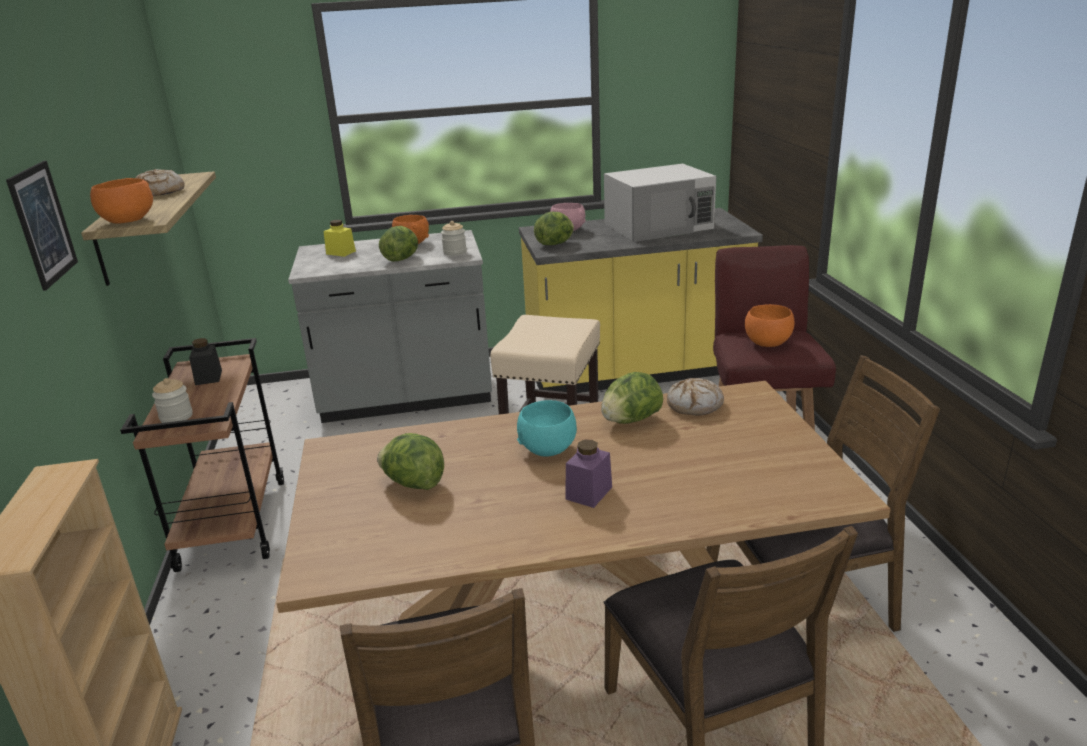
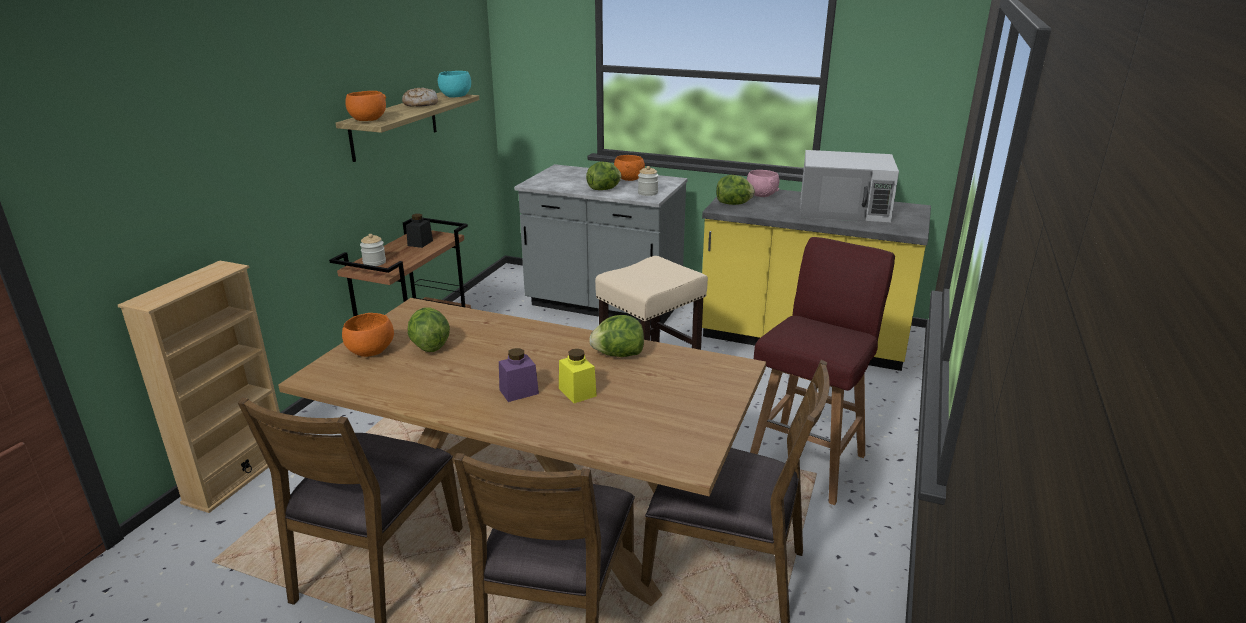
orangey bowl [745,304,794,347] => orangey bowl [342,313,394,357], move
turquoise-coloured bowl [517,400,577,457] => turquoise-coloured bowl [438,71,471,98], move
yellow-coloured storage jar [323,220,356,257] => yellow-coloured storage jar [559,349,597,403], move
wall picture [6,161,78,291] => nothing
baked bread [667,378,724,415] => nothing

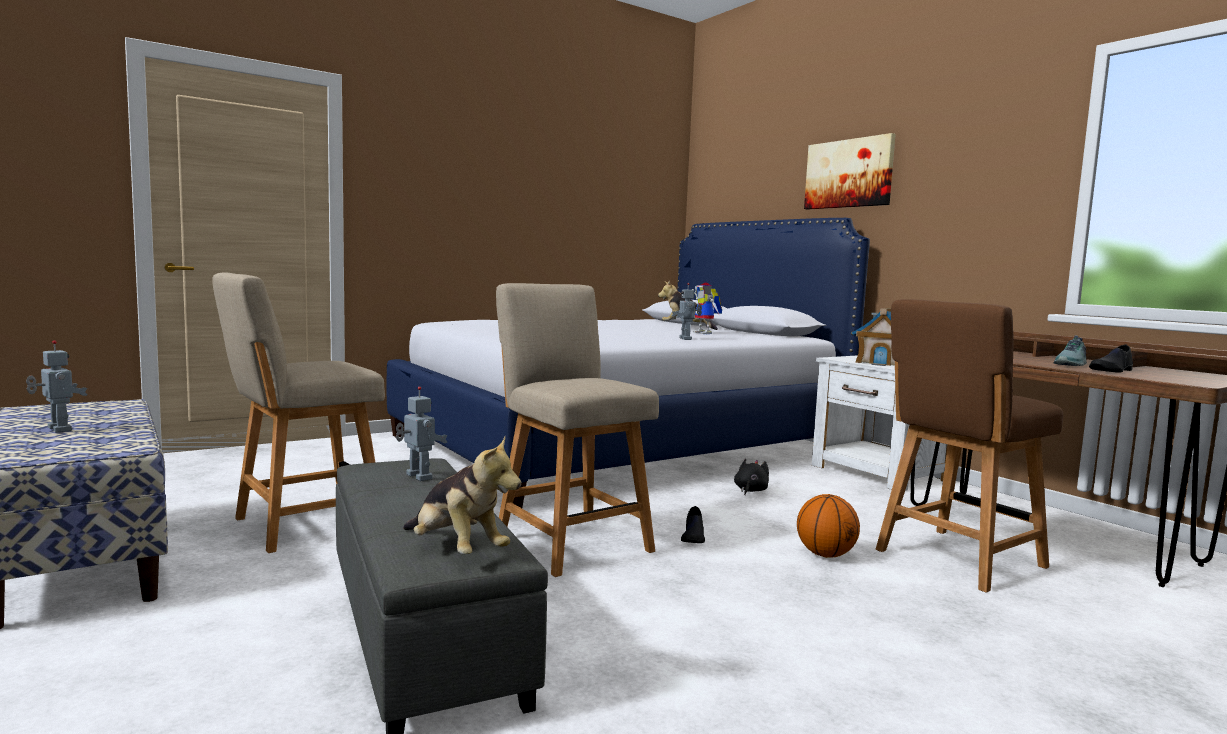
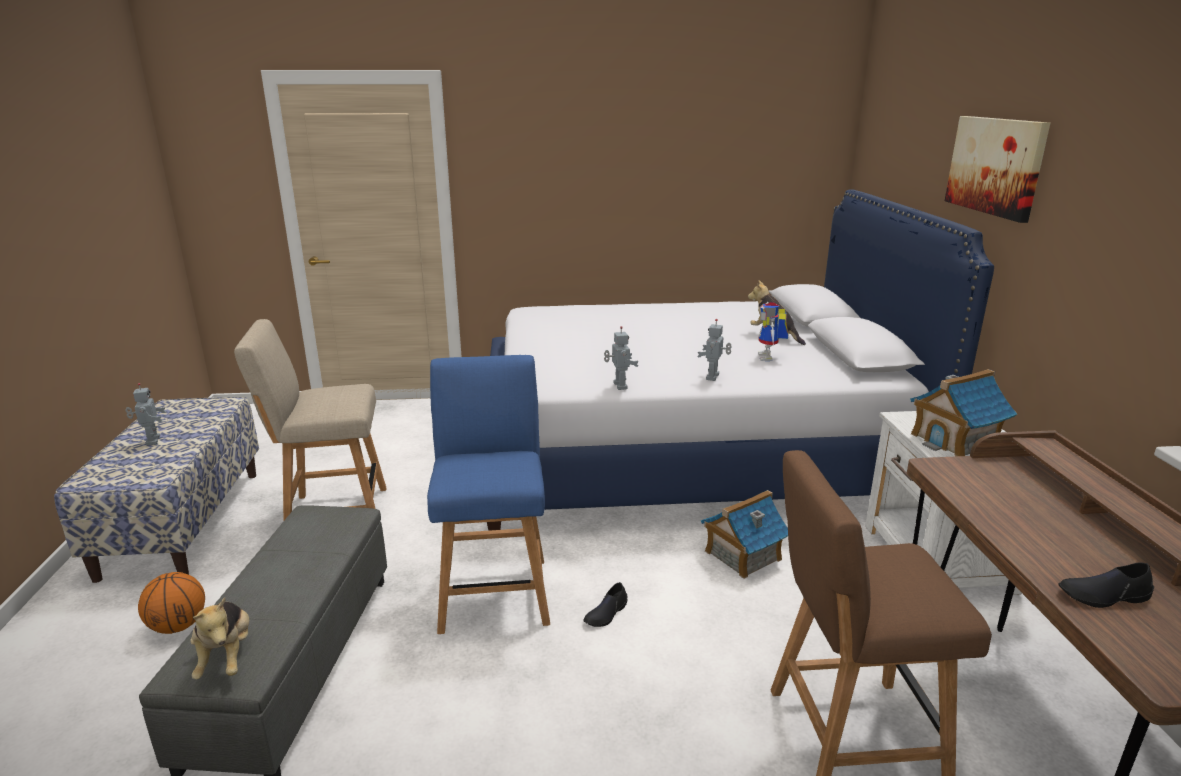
ball for basketball [797,494,860,558] => ball for basketball [138,572,205,634], move
beige-coloured chair [496,283,659,577] => bluish chair [427,355,550,634]
toy robot [396,387,447,481] => toy robot [604,326,638,390], move
blackish cuddly toy [734,459,769,495] => model house [701,490,788,579]
item of footwear [1054,336,1087,366] => nothing

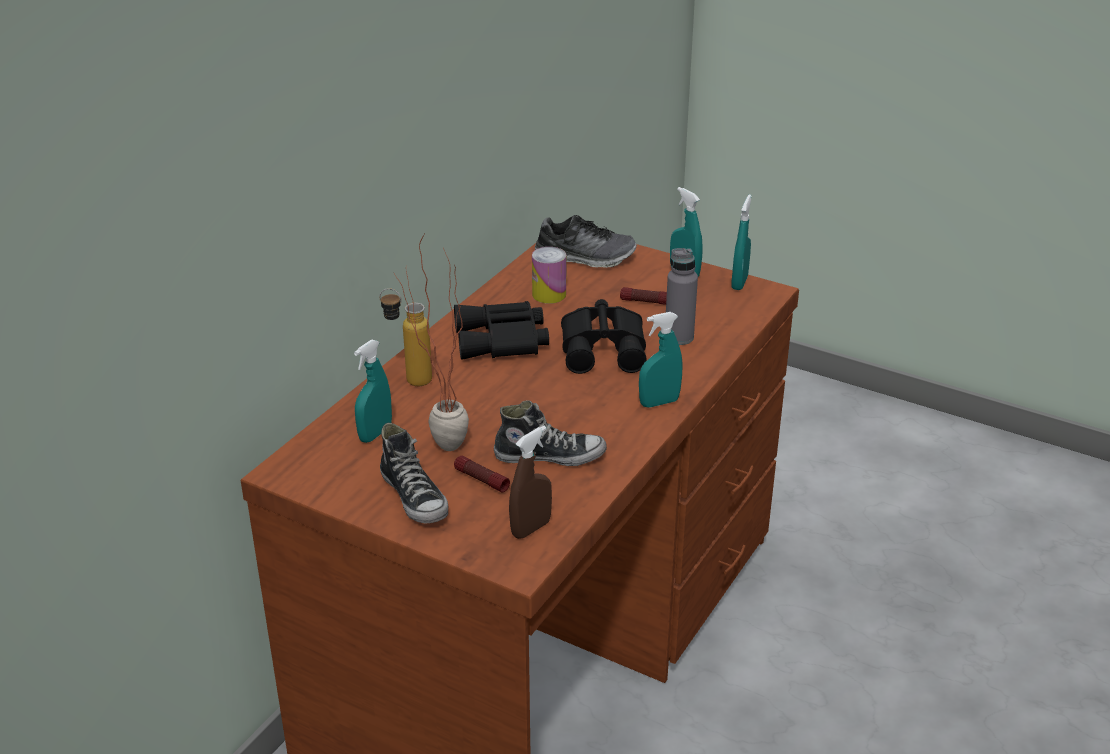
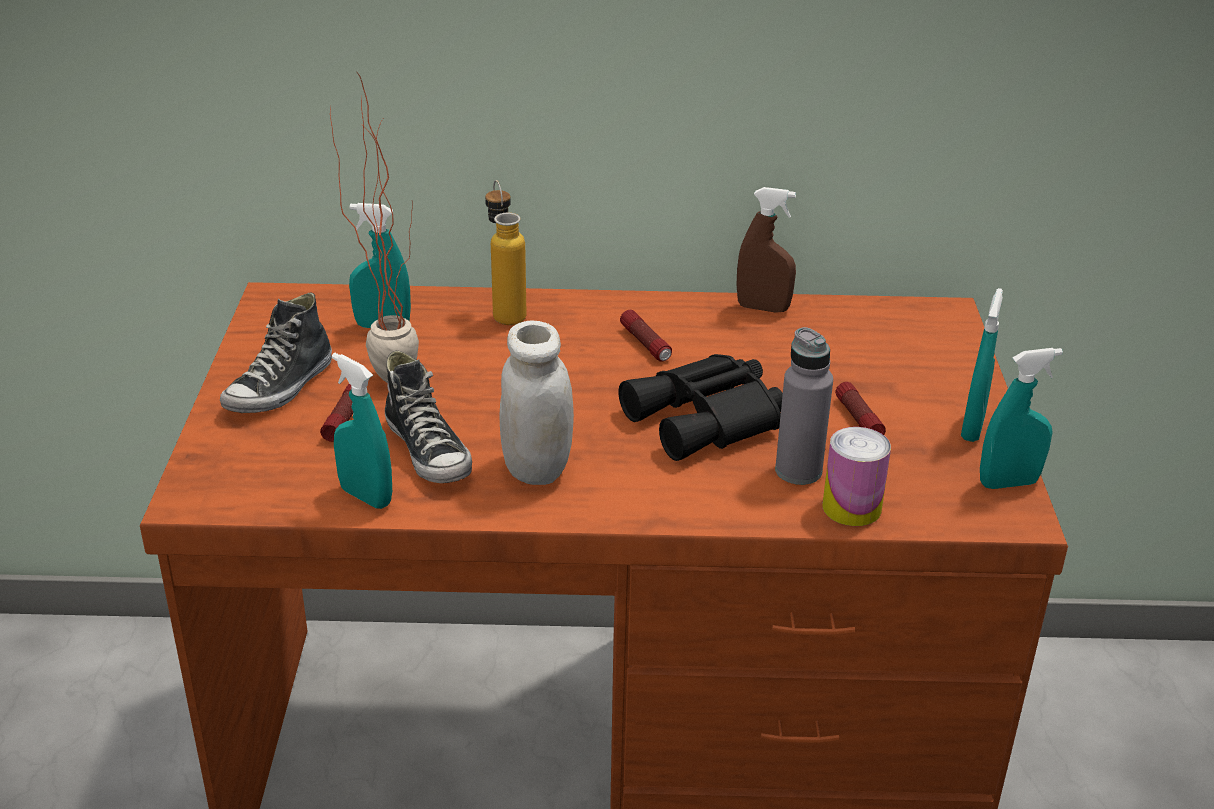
turquoise-coloured hand sprayer [639,312,682,407] => turquoise-coloured hand sprayer [332,353,392,509], move
nothing => white storage jar [499,321,574,485]
blackish binoculars [454,301,549,360] => hand torch [620,310,672,361]
brownish hand sprayer [509,426,552,539] => brownish hand sprayer [737,187,796,313], move
can [532,247,566,304] => can [822,427,891,526], move
item of footwear [535,215,637,268] => nothing

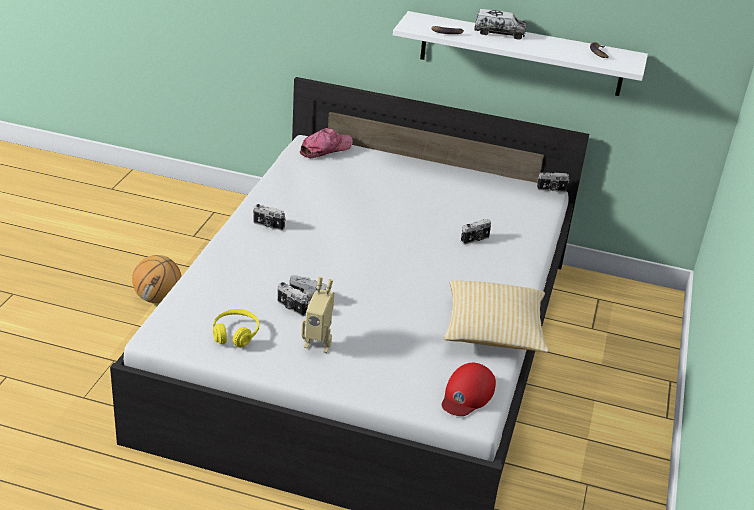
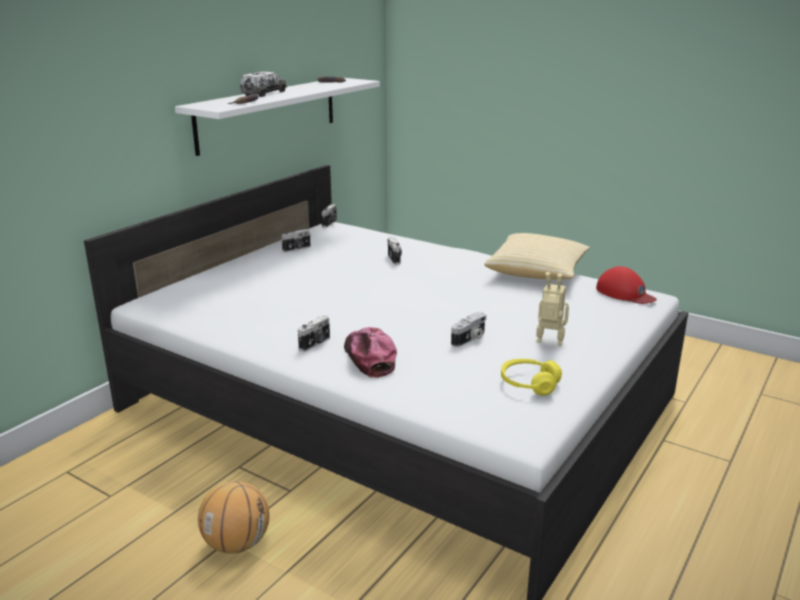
photo camera [278,282,308,316] => photo camera [281,229,311,252], move
cap [300,128,353,158] => cap [344,327,397,378], move
toy robot [301,277,334,353] => toy robot [536,272,569,346], 105 degrees counterclockwise

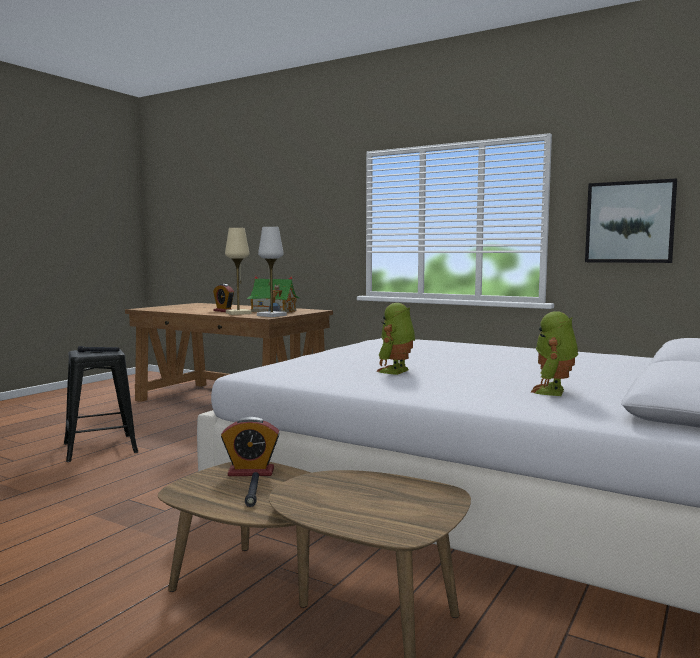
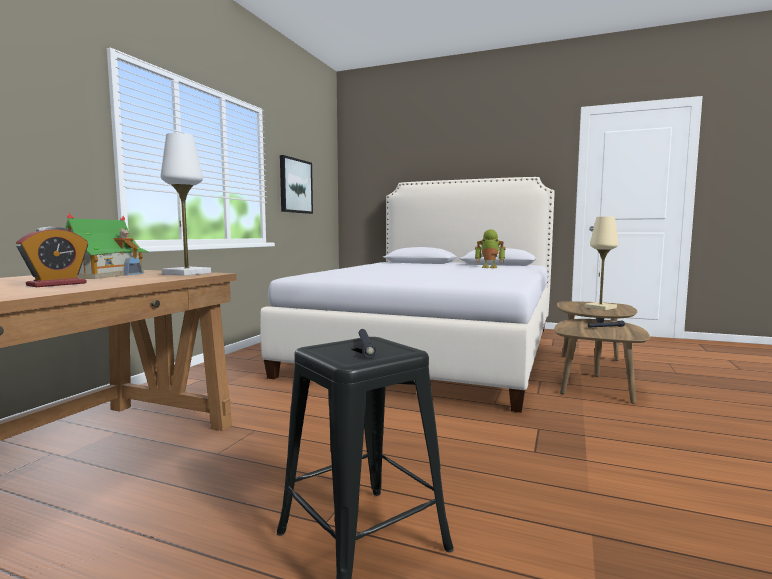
beige-coloured lamp for a table [225,228,251,315] => beige-coloured lamp for a table [584,216,618,310], move
bedside clock [221,417,280,476] => nothing
toy robot [376,303,415,375] => nothing

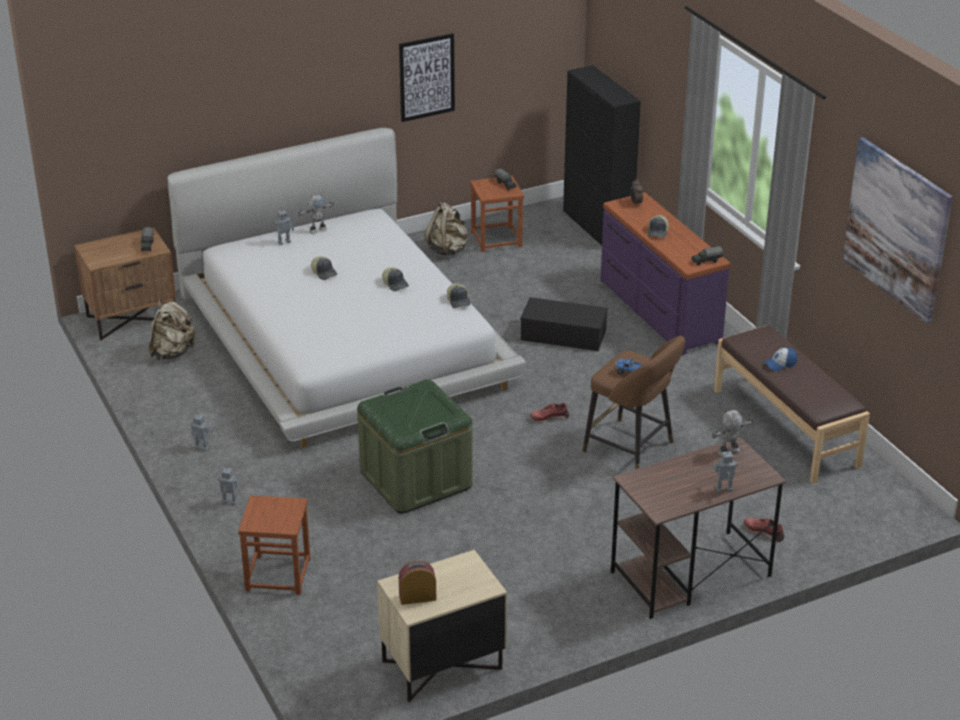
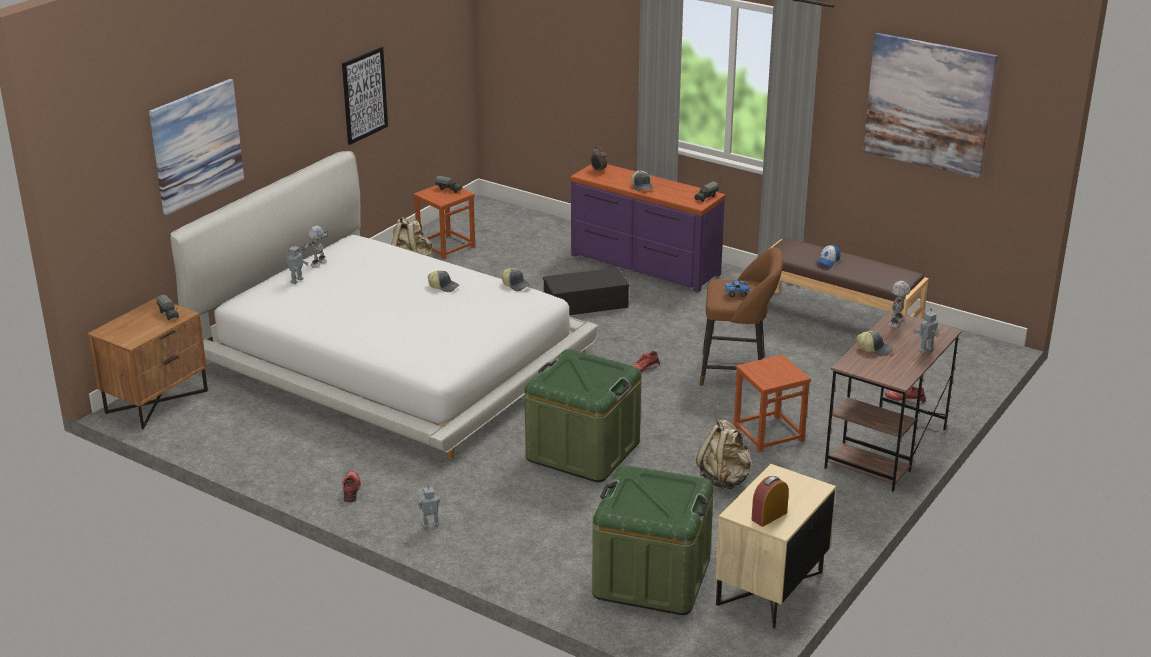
nothing => wall picture [149,79,244,215]
toy robot [190,412,213,451] => red item of footwear [342,471,361,502]
nothing => greenish storage container [592,465,714,615]
beige-coloured knapsack [149,299,196,360] => beige-coloured knapsack [696,419,751,489], move
brownish stool [238,495,311,595] => brownish stool [734,354,811,453], move
cap [311,256,337,280] => cap [856,331,893,356], move
blackish storage cabinet [563,65,641,245] => nothing

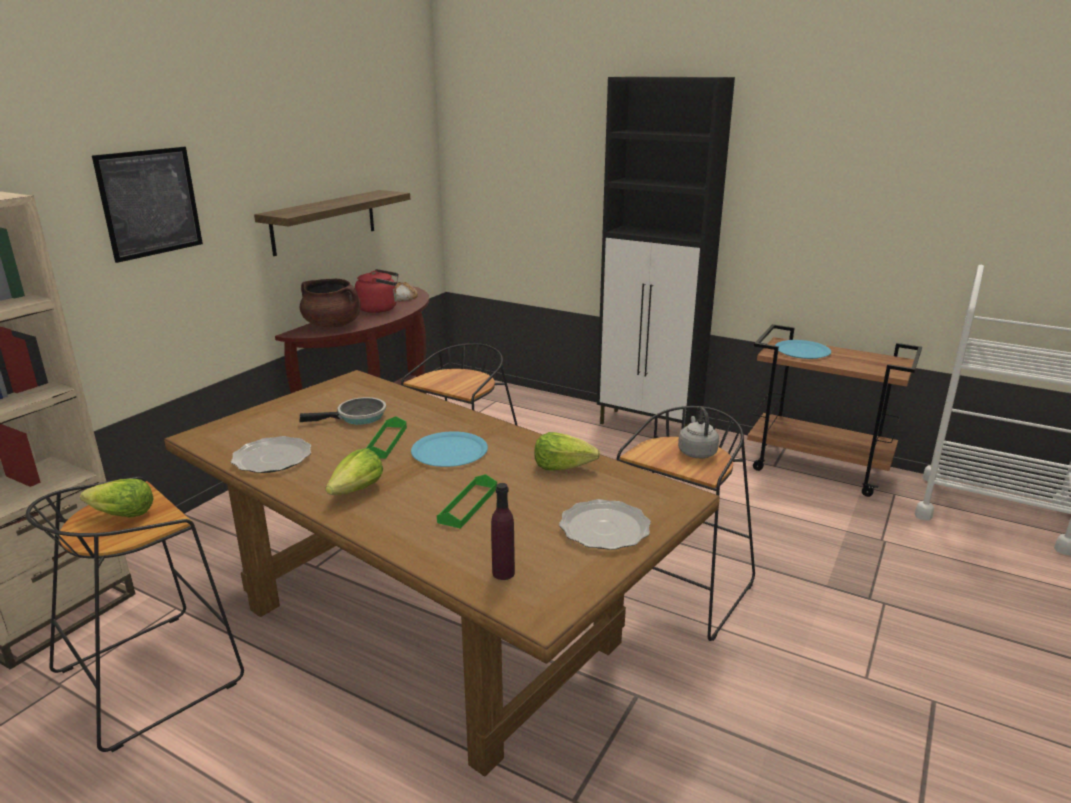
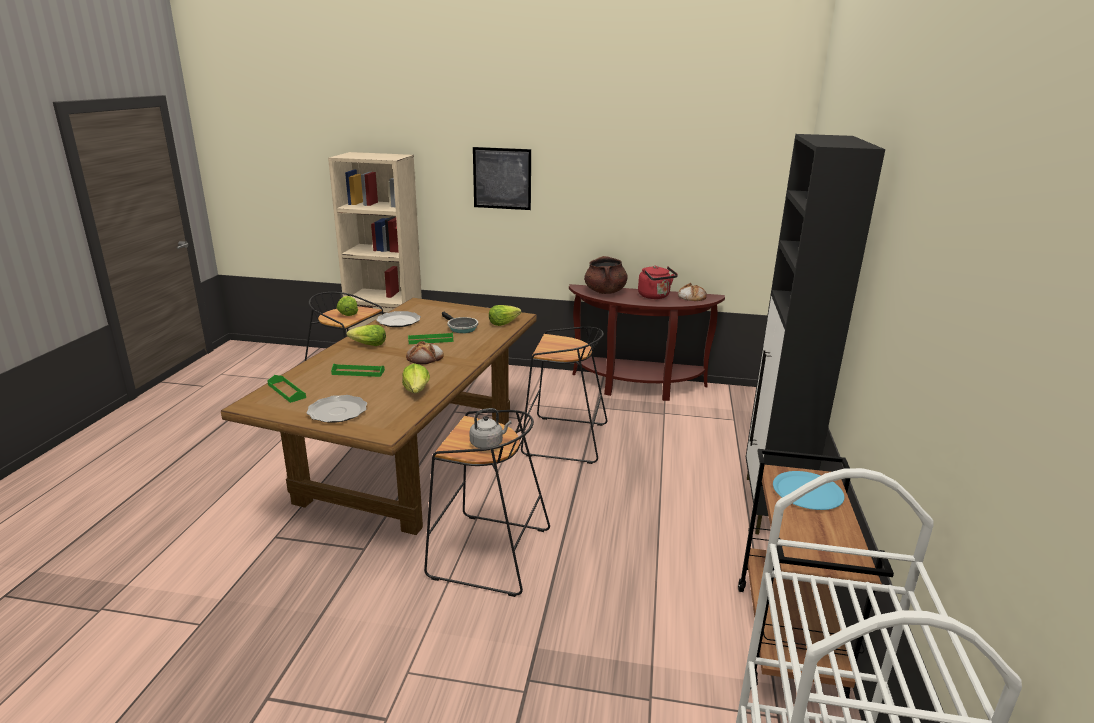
purplish bottle [491,483,515,580] => greenish tray [267,375,306,403]
bluish dinner plate [411,431,488,467] => baked bread [406,341,444,364]
nothing => lettuce [489,305,522,326]
bracket shelf [254,190,410,256] => nothing

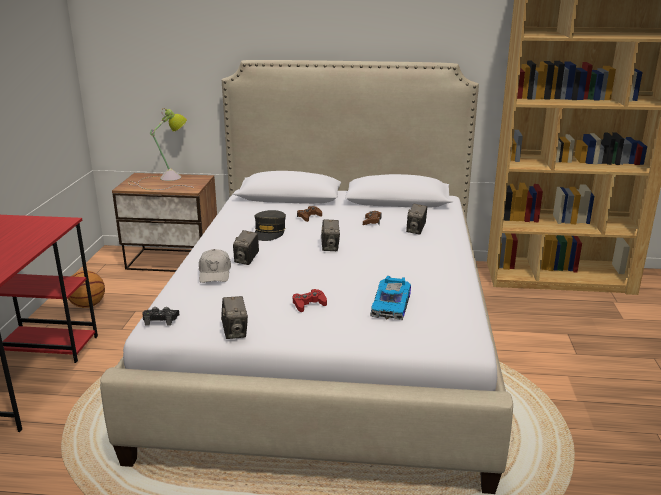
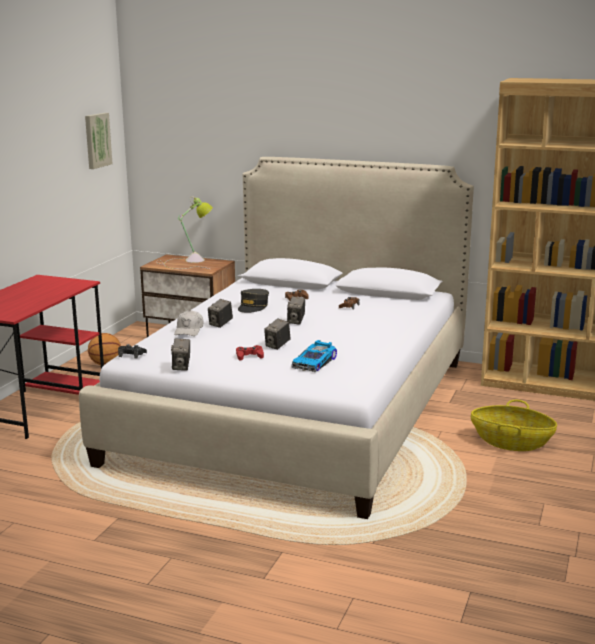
nothing => wall picture [85,113,113,169]
photo camera [406,204,427,235] => photo camera [264,318,290,350], move
nothing => basket [471,400,557,451]

